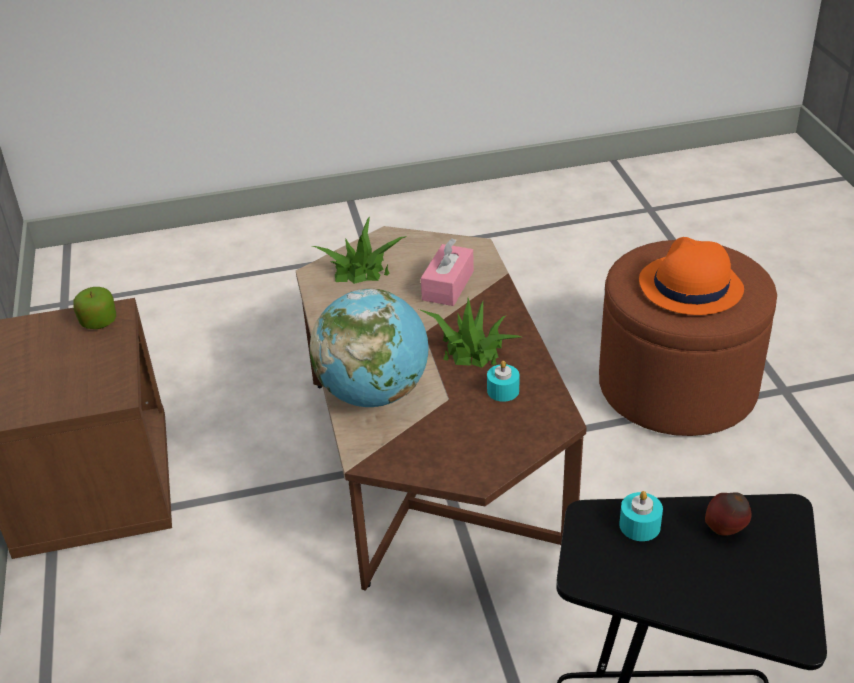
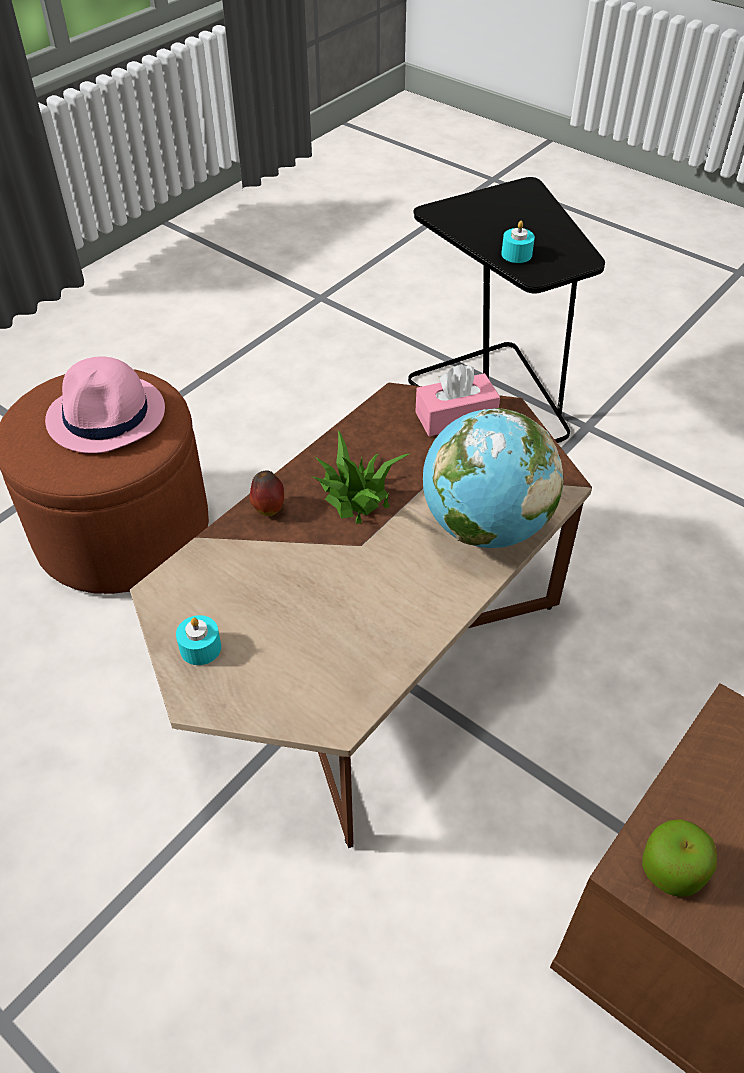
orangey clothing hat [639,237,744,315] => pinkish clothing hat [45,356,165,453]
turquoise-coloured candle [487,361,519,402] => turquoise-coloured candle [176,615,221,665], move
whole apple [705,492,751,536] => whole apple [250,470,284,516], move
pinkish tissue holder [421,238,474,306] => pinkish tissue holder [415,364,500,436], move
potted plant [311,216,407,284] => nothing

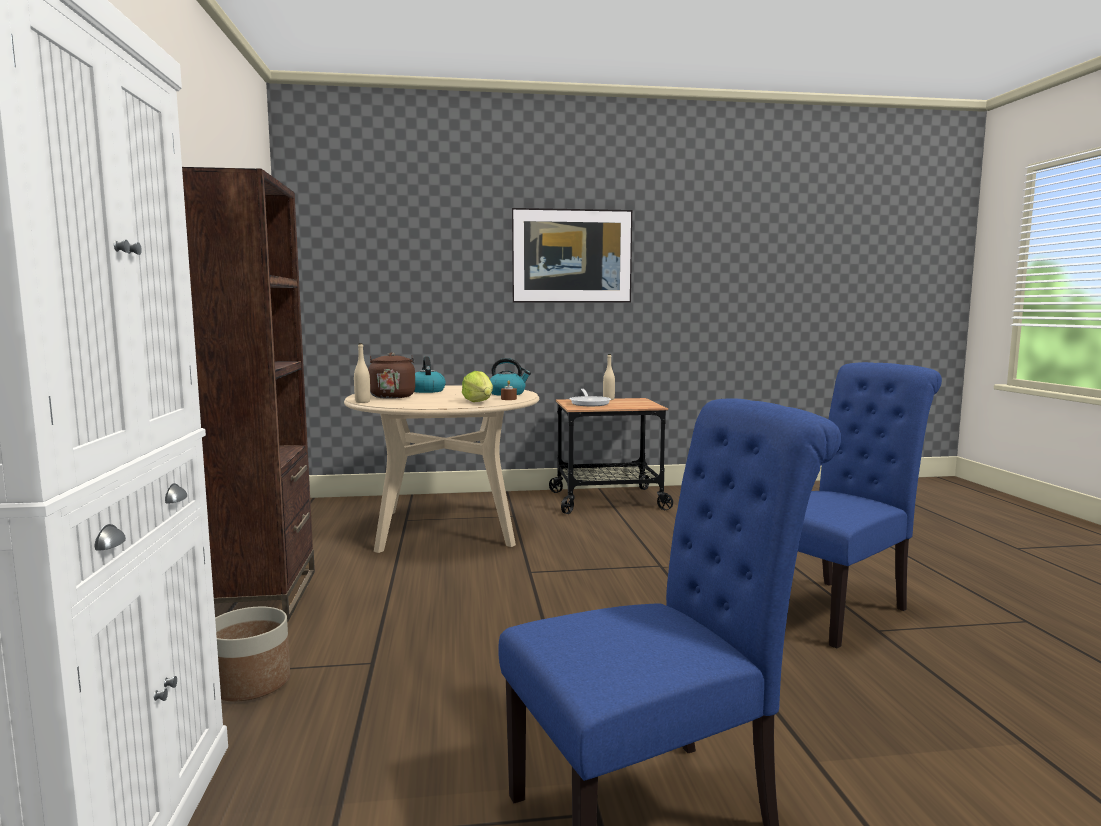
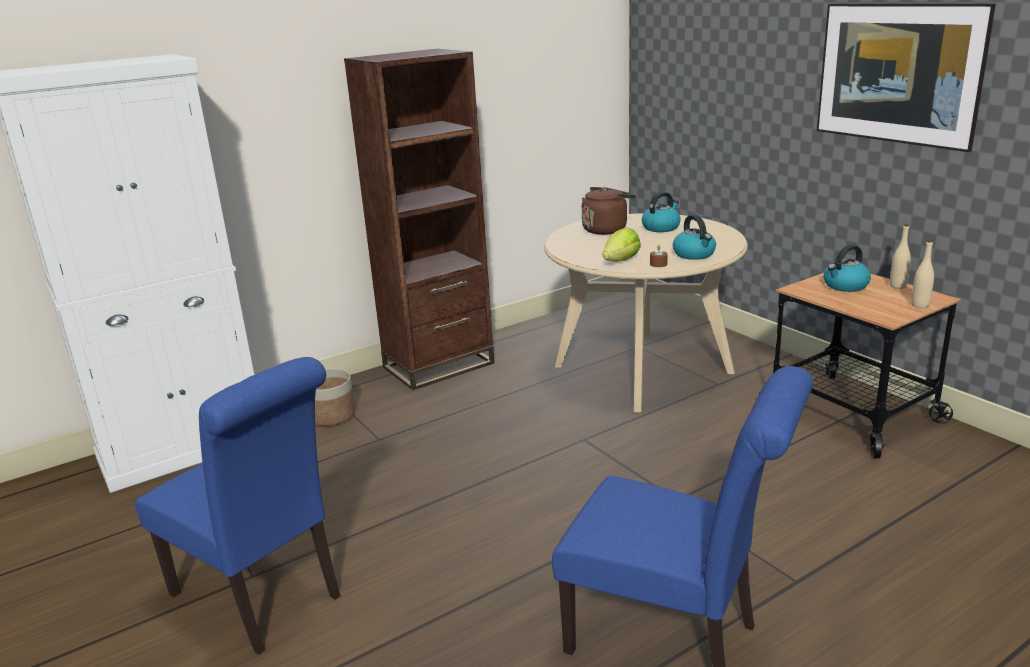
frying pan [570,389,611,406] => kettle [824,245,871,292]
beige-coloured bottle [354,343,370,403] => beige-coloured bottle [911,240,934,308], move

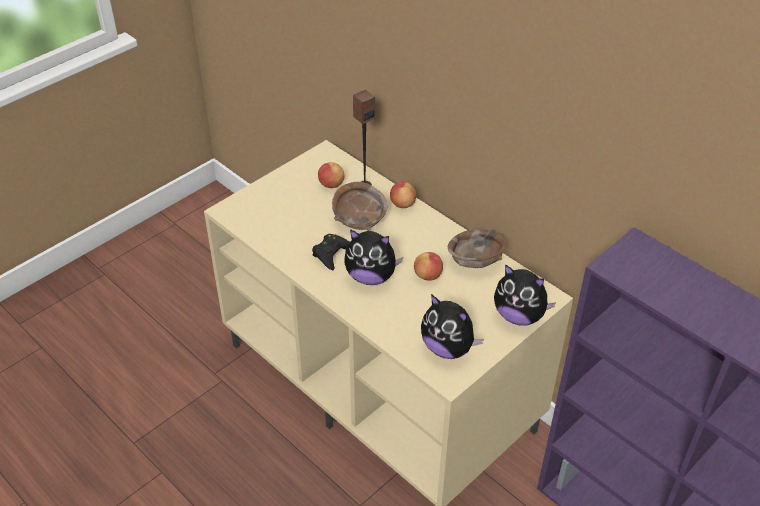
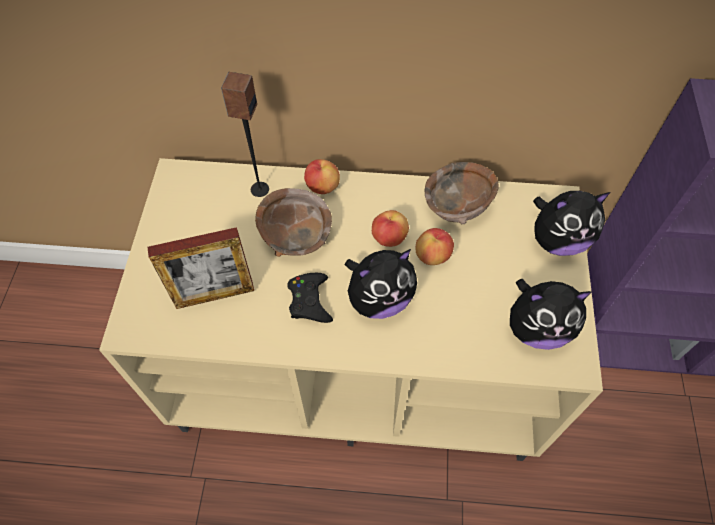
nothing => picture frame [147,227,254,309]
whole apple [318,162,344,188] => whole apple [372,210,409,247], move

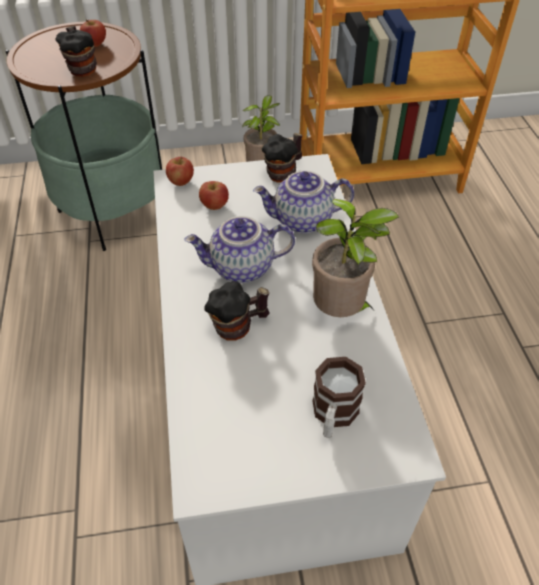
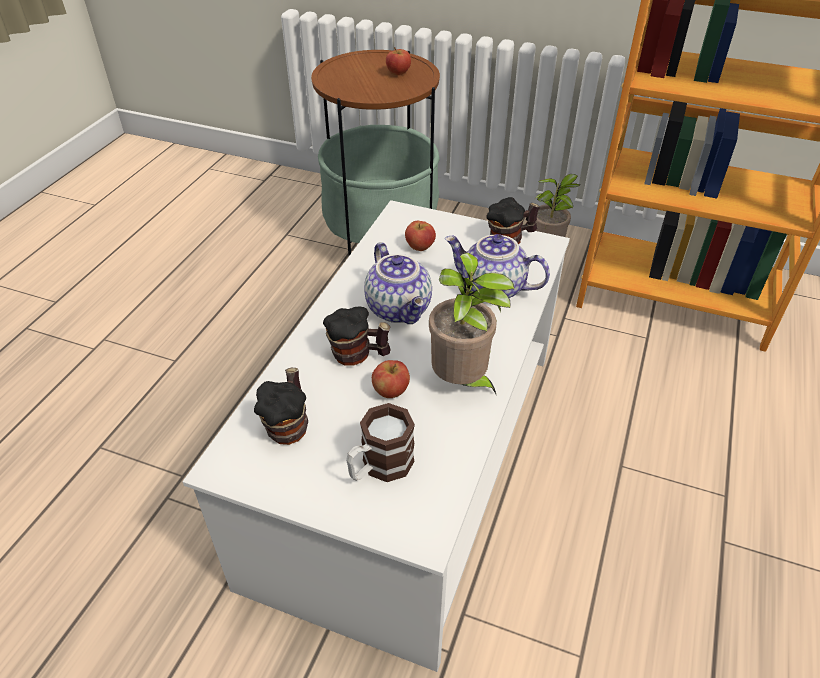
coffee mug [55,26,97,77] => coffee mug [254,368,308,445], move
tea pot [184,216,295,283] => tea pot [364,242,432,324], 135 degrees counterclockwise
whole apple [166,157,194,186] => whole apple [372,360,410,398], move

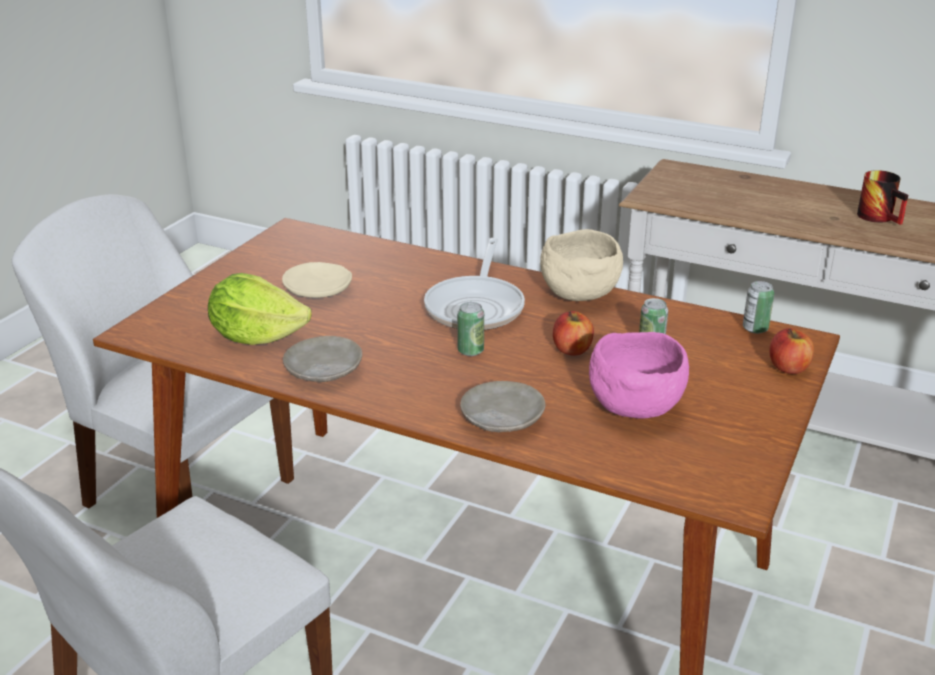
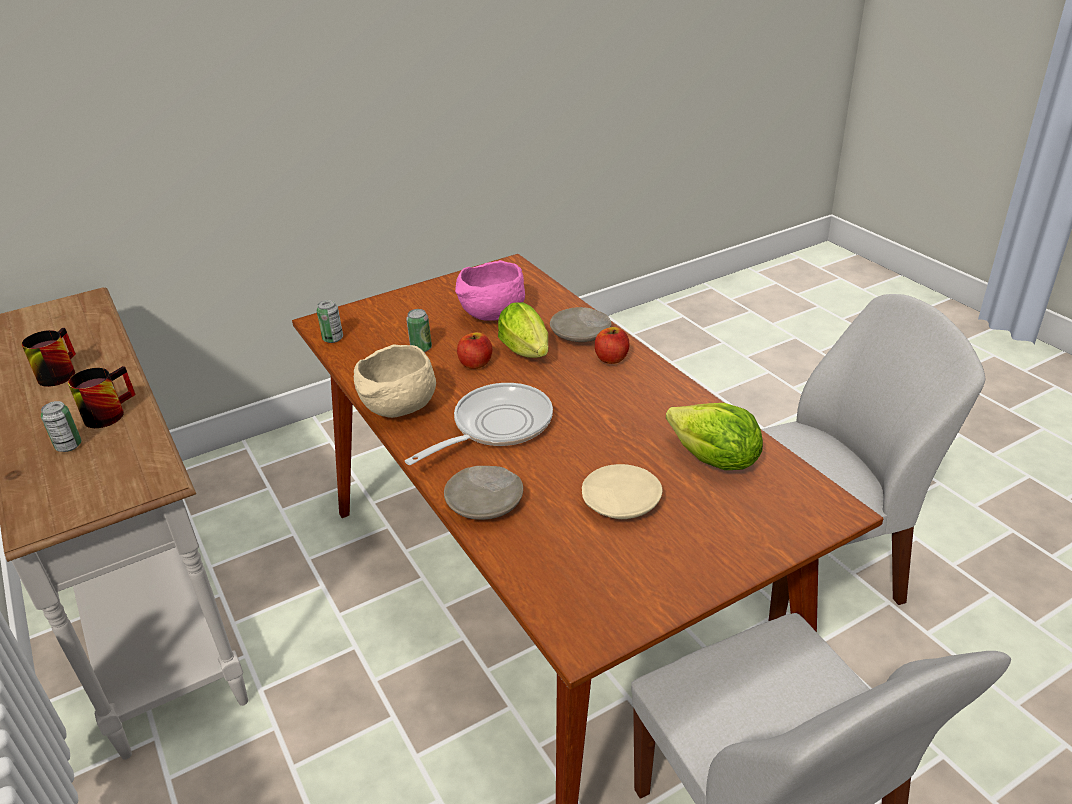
can [457,302,484,356] => can [41,401,81,452], move
nothing => coffee mug [68,366,136,428]
beige-coloured dinner plate [283,336,362,382] => beige-coloured dinner plate [444,466,523,520], move
nothing => lettuce [498,302,548,358]
whole apple [769,328,814,374] => whole apple [595,327,629,364], move

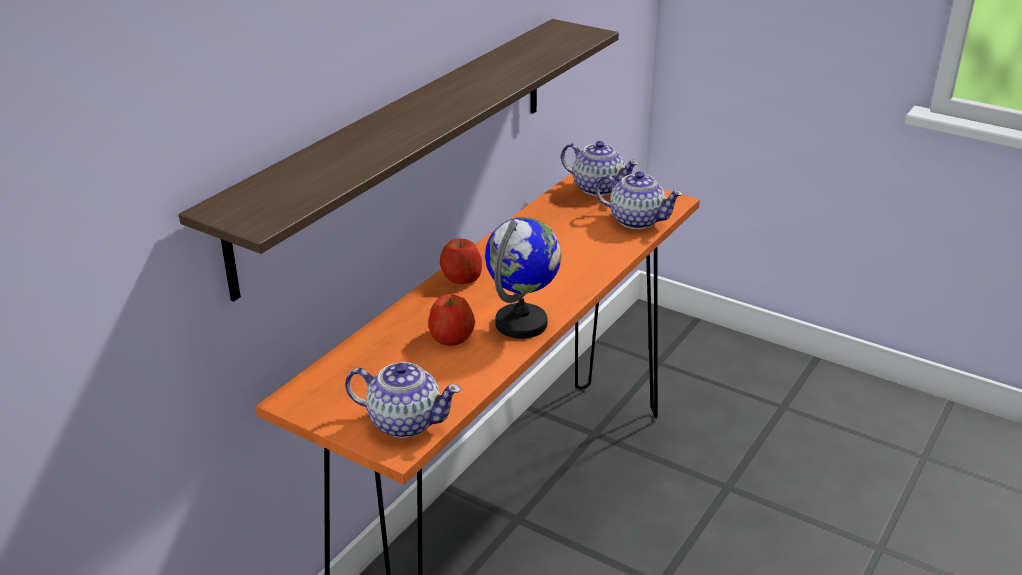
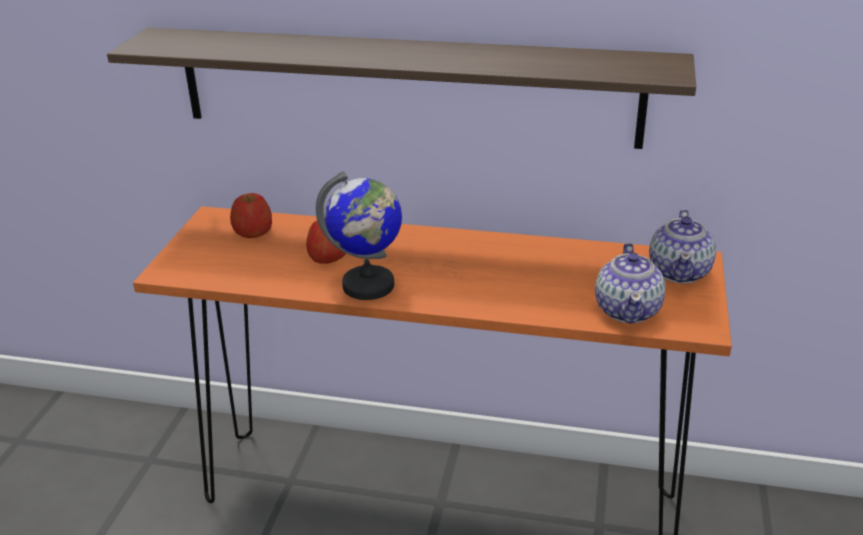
whole apple [440,238,482,284] => whole apple [230,193,272,238], move
tea pot [345,362,461,438] => nothing

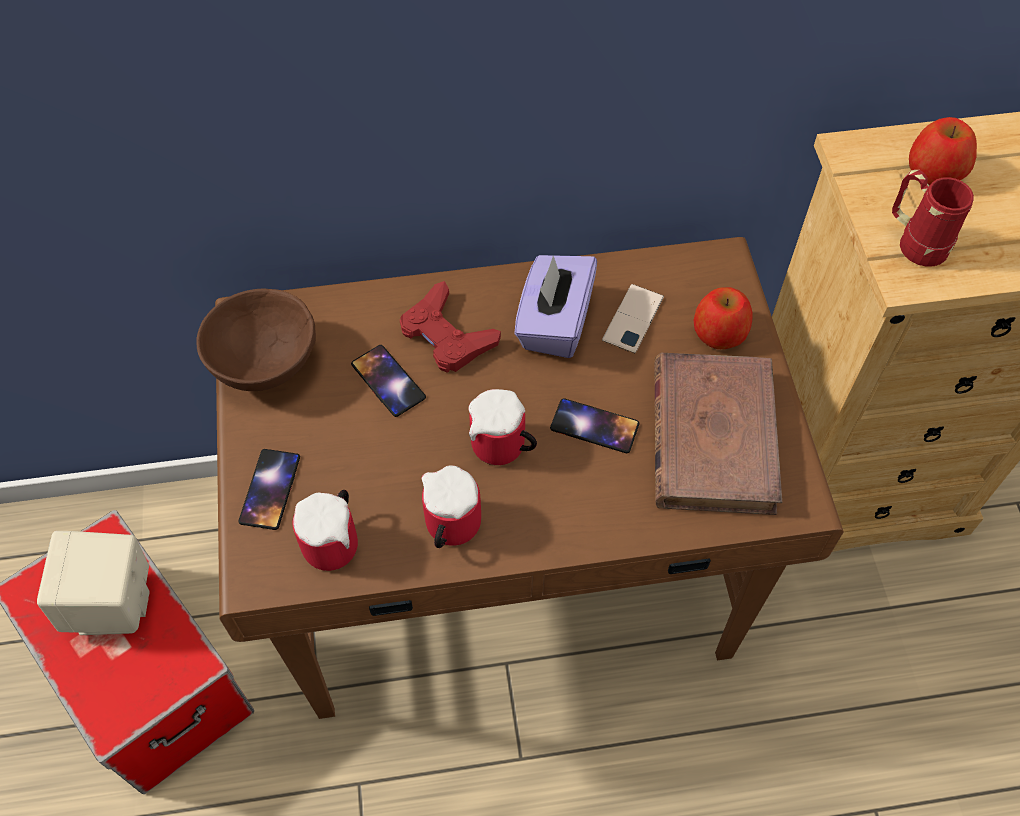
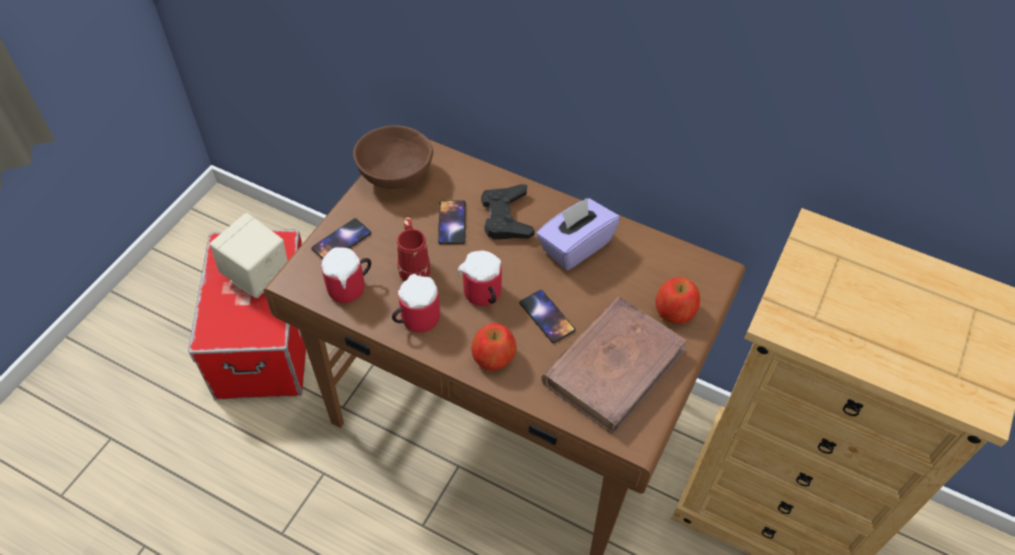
red coffee mug [892,170,974,267] => red coffee mug [397,217,430,281], move
whole apple [909,117,977,186] => whole apple [471,323,516,371], move
red gamepad [400,281,501,373] => blackish gamepad [481,184,535,240]
handset [602,284,664,354] => nothing

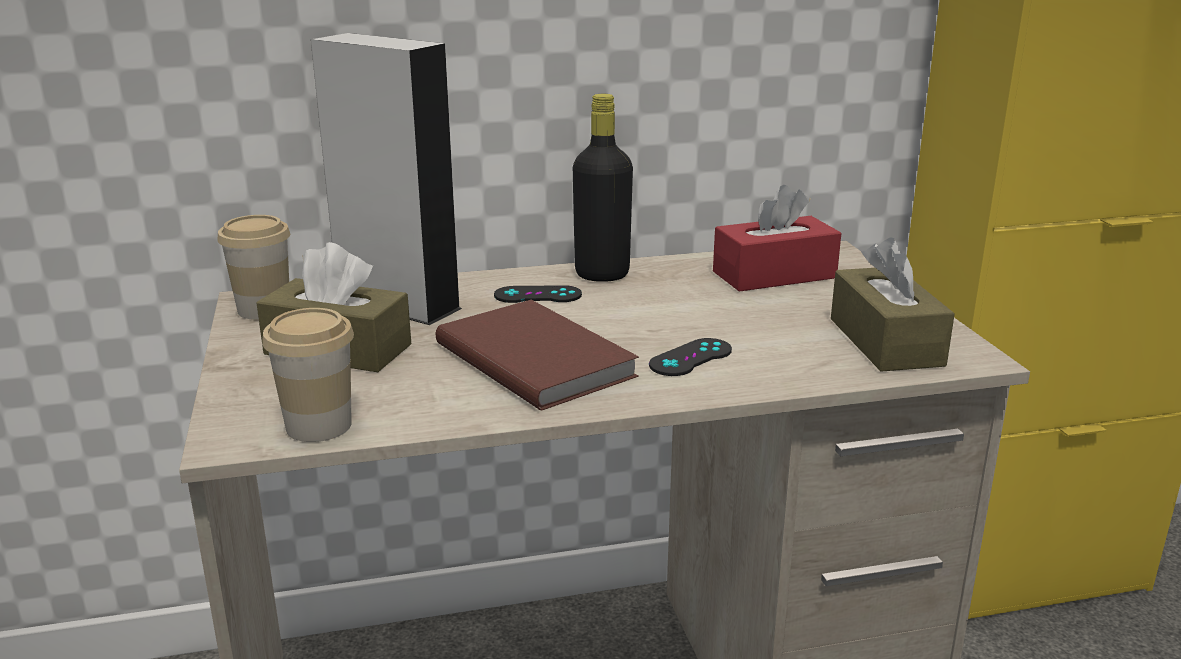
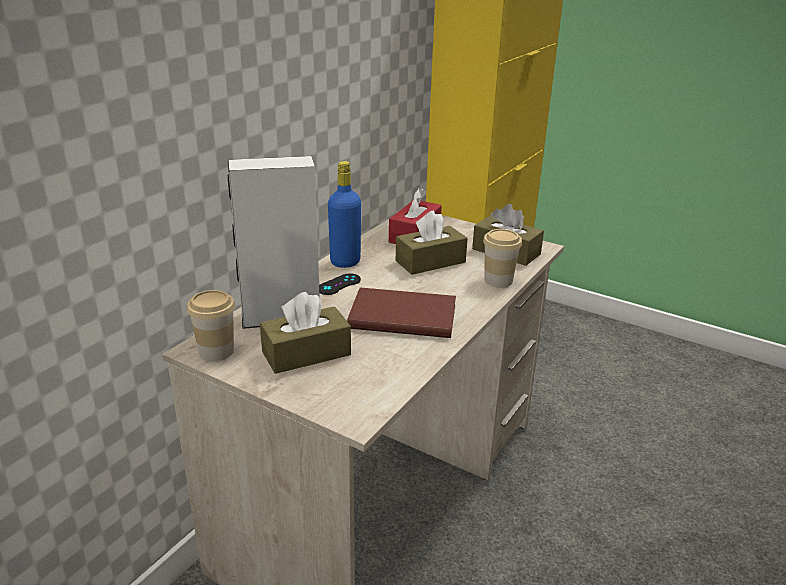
blackish bottle [573,94,633,282] => bluish bottle [328,161,361,268]
nothing => brownish tissue holder [396,210,468,275]
small cup [262,308,354,442] => small cup [483,229,522,288], move
blackish gamepad [649,338,732,376] => nothing

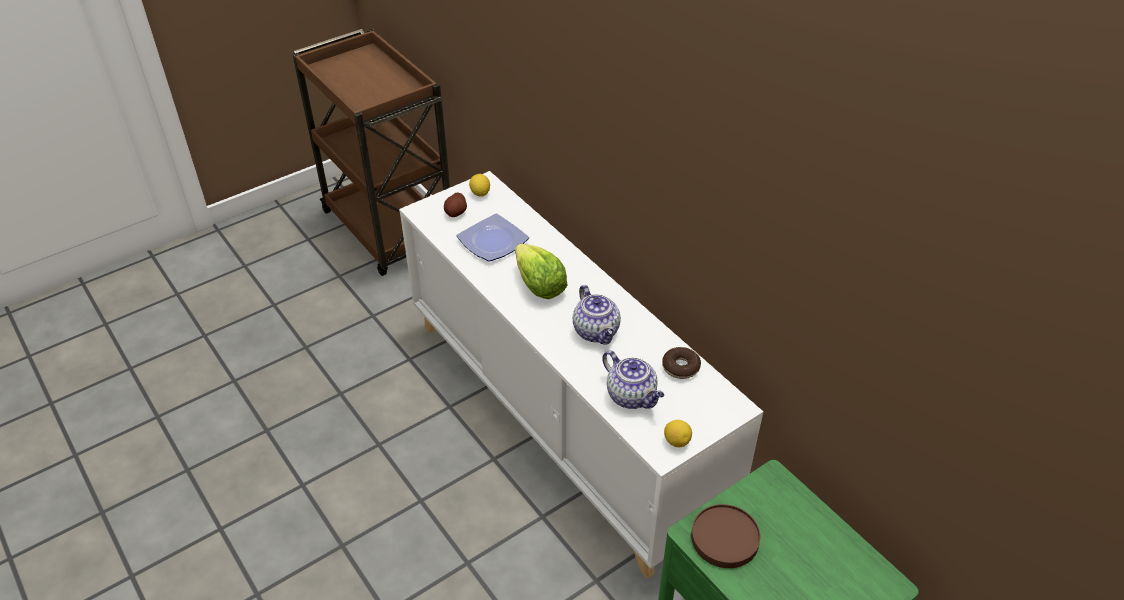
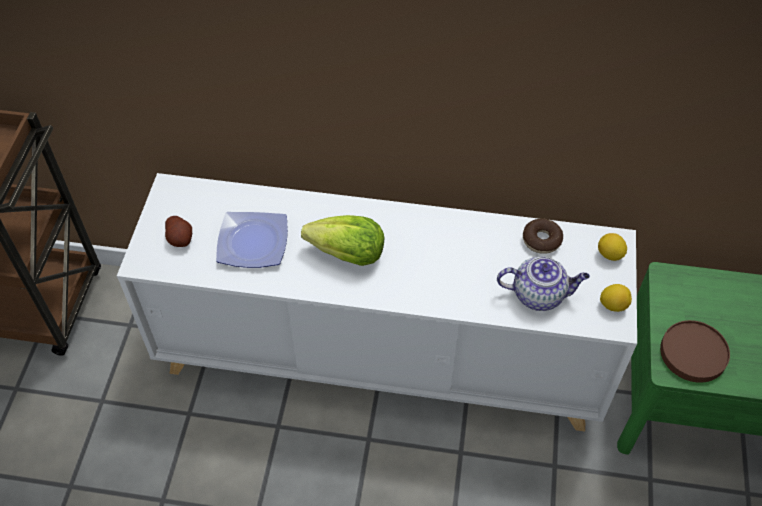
lemon [469,174,490,197] => lemon [598,233,627,261], move
tea pot [573,285,621,345] => nothing

